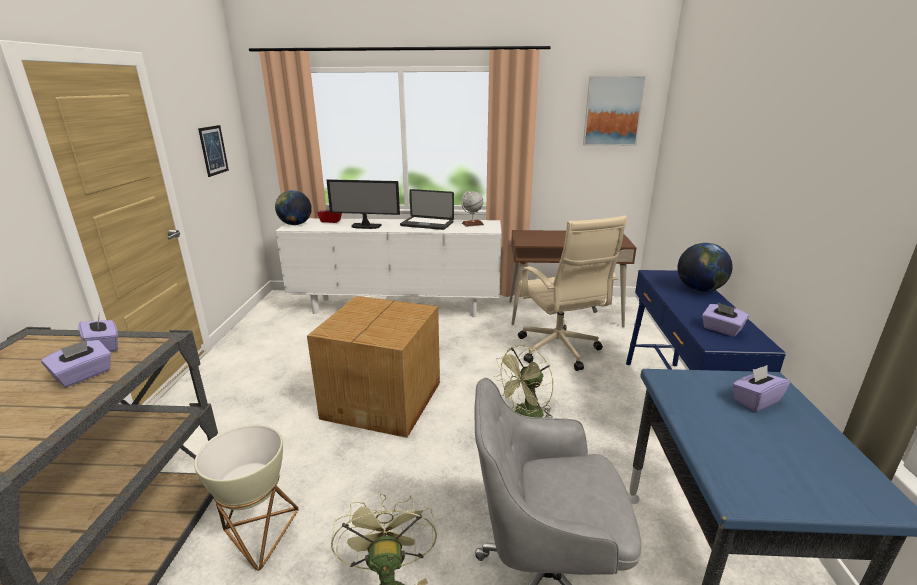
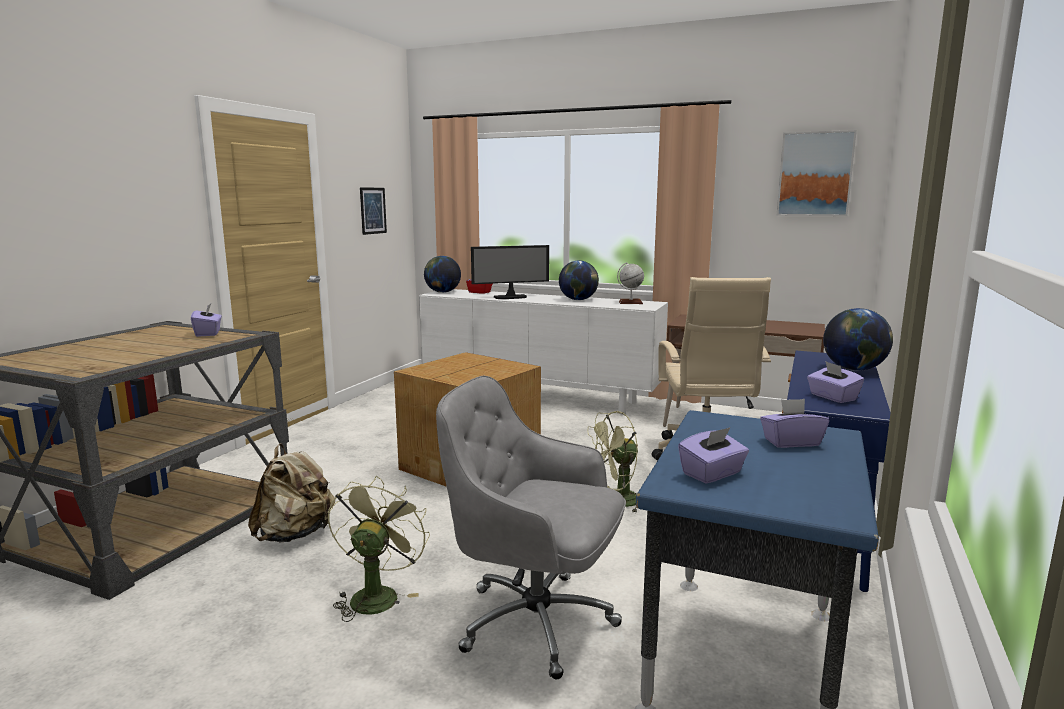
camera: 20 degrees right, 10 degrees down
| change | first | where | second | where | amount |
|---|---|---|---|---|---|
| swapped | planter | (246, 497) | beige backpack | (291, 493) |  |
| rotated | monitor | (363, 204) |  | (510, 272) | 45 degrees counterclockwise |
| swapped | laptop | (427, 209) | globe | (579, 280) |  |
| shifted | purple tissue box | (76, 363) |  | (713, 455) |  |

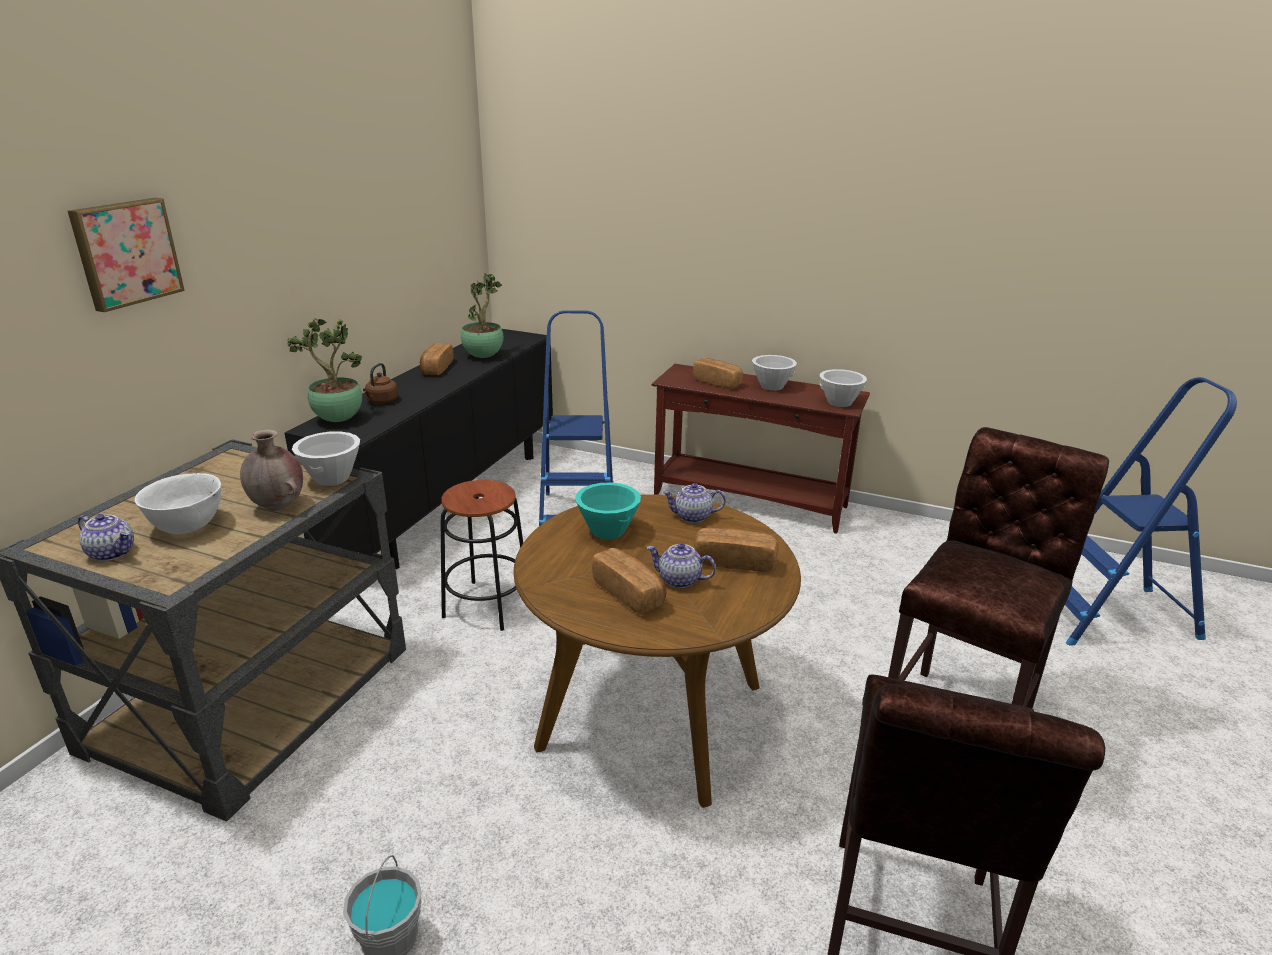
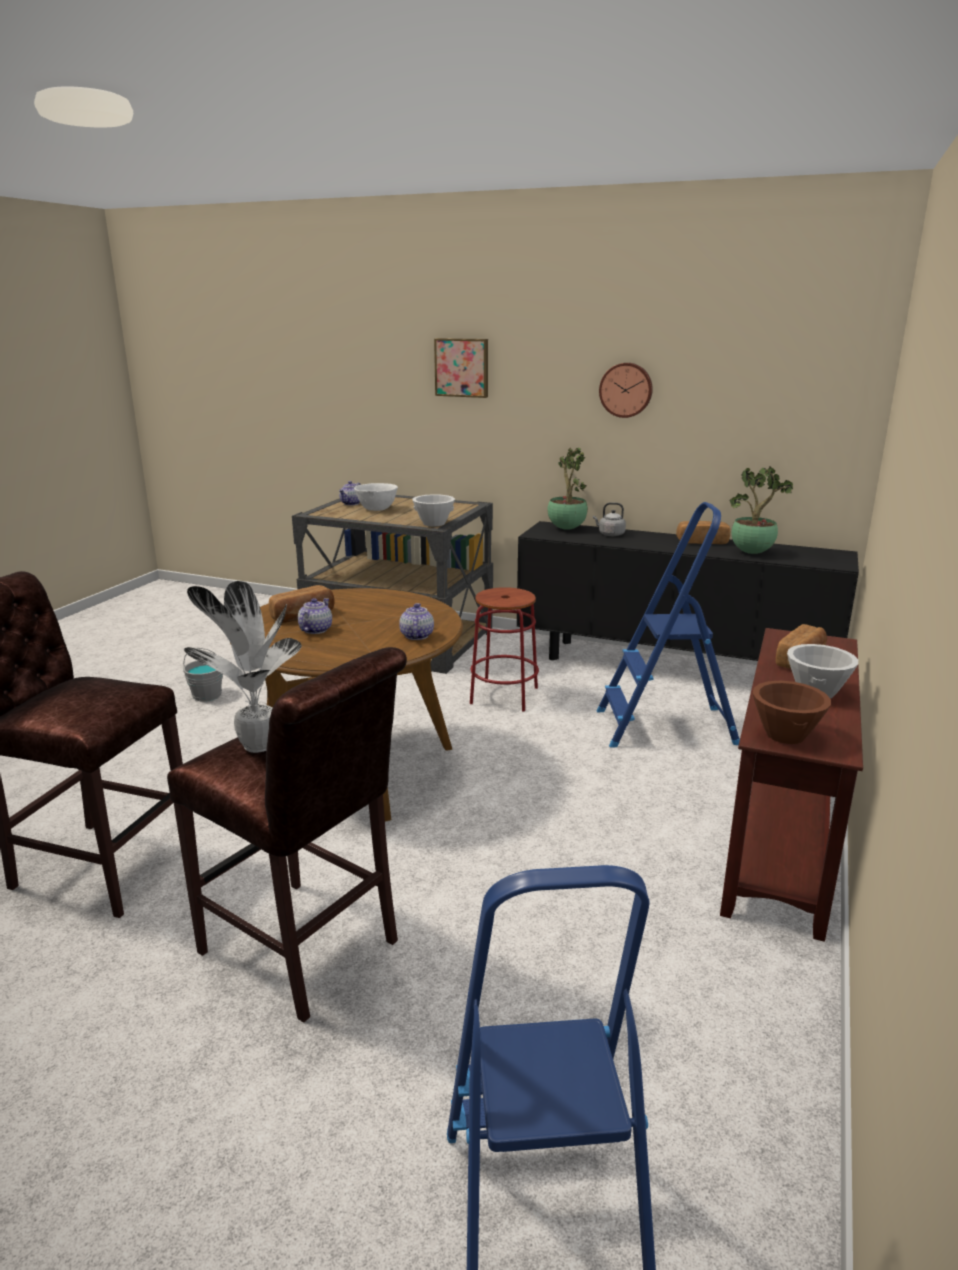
camera: 90 degrees right, 5 degrees down
| change | first | where | second | where | amount |
|---|---|---|---|---|---|
| new |  |  | potted plant | (243, 667) |  |
| repainted | black stool | (482, 555) | red stool | (504, 649) |  |
| repainted | brown kettle | (380, 383) | grey kettle | (609, 519) |  |
| new |  |  | wall clock | (626, 390) |  |
| repainted | white bowl | (843, 388) | brown bowl | (792, 712) |  |
| gone | brown vase | (271, 470) |  |  |  |
| gone | turquoise bowl | (608, 510) |  |  |  |
| gone | bread | (736, 549) |  |  |  |

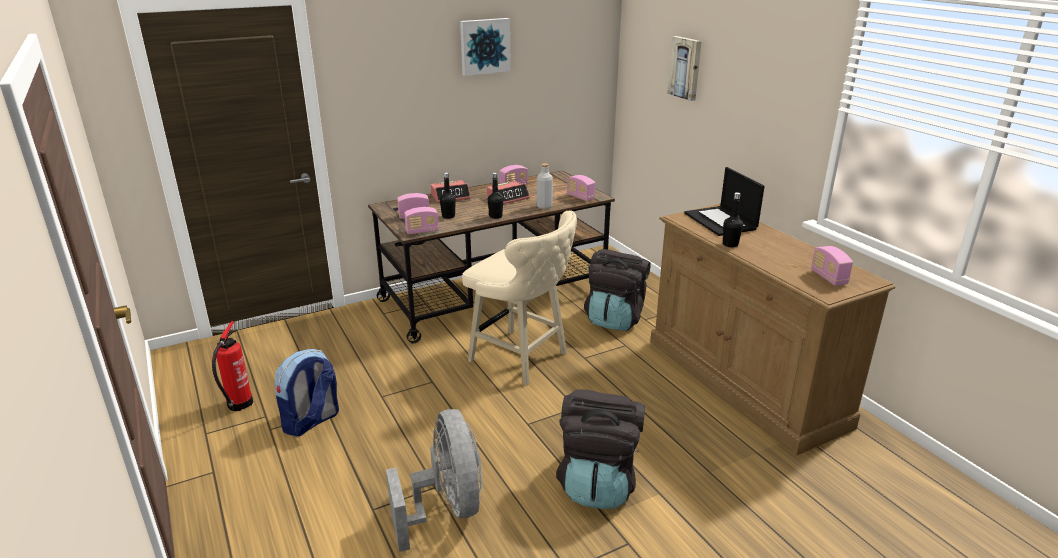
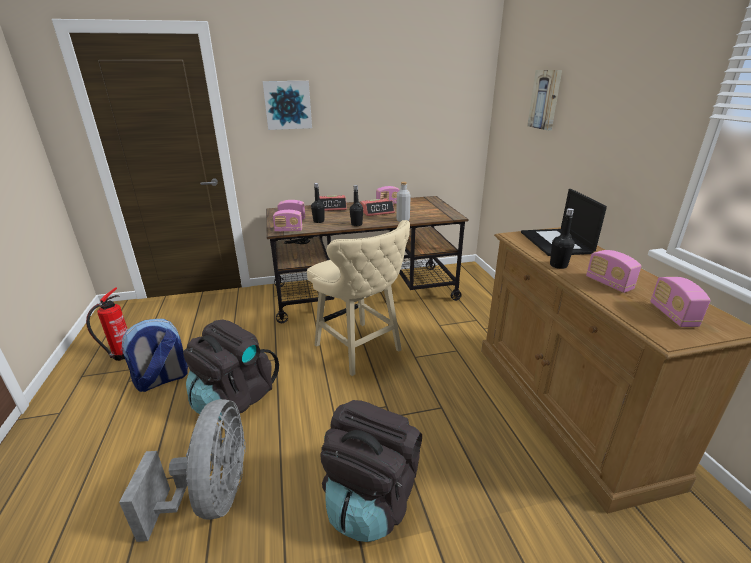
camera: 15 degrees right, 0 degrees up
| change | first | where | second | where | amount |
|---|---|---|---|---|---|
| shifted | black backpack | (617, 290) |  | (231, 370) |  |
| shifted | picture | (485, 47) |  | (287, 105) |  |
| shifted | radio | (581, 188) |  | (614, 271) |  |

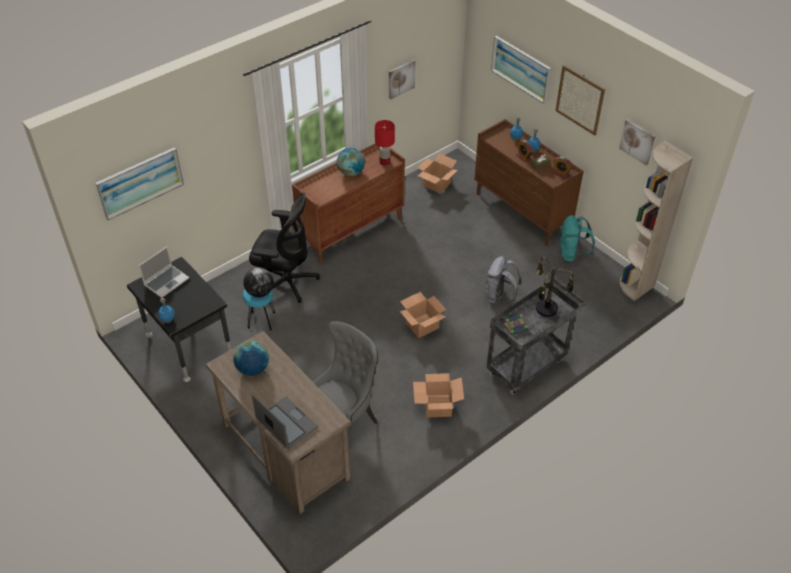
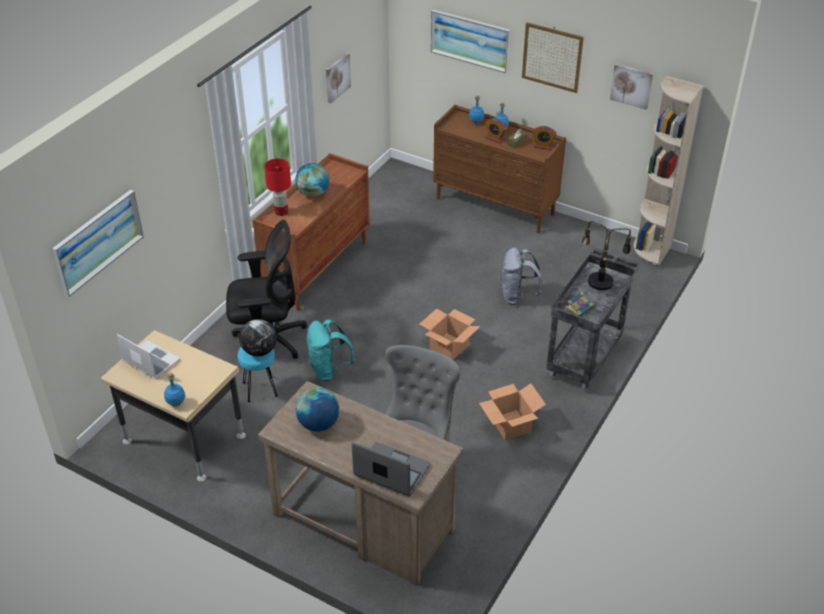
camera: 20 degrees left, 5 degrees down
| change | first | where | second | where | amount |
|---|---|---|---|---|---|
| repainted | black desk | (179, 319) | beige desk | (173, 406) |  |
| rotated | laptop | (164, 272) |  | (148, 357) | 75 degrees counterclockwise |
| shifted | red table lamp | (385, 143) |  | (277, 187) |  |
| shifted | turquoise backpack | (577, 238) |  | (330, 350) |  |
| gone | cardboard box | (437, 173) |  |  |  |

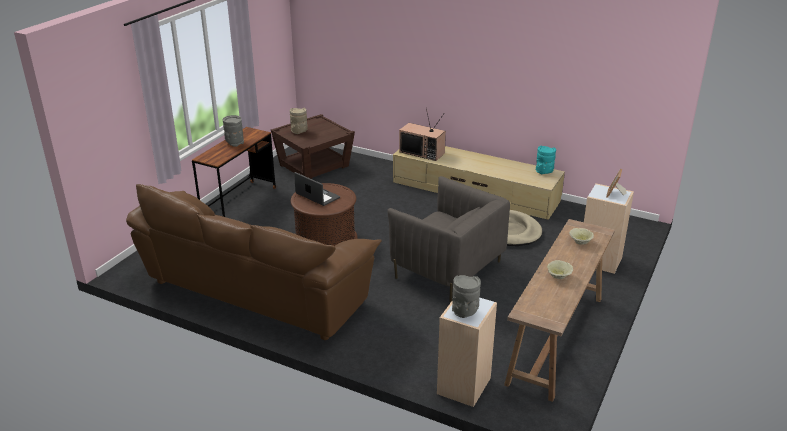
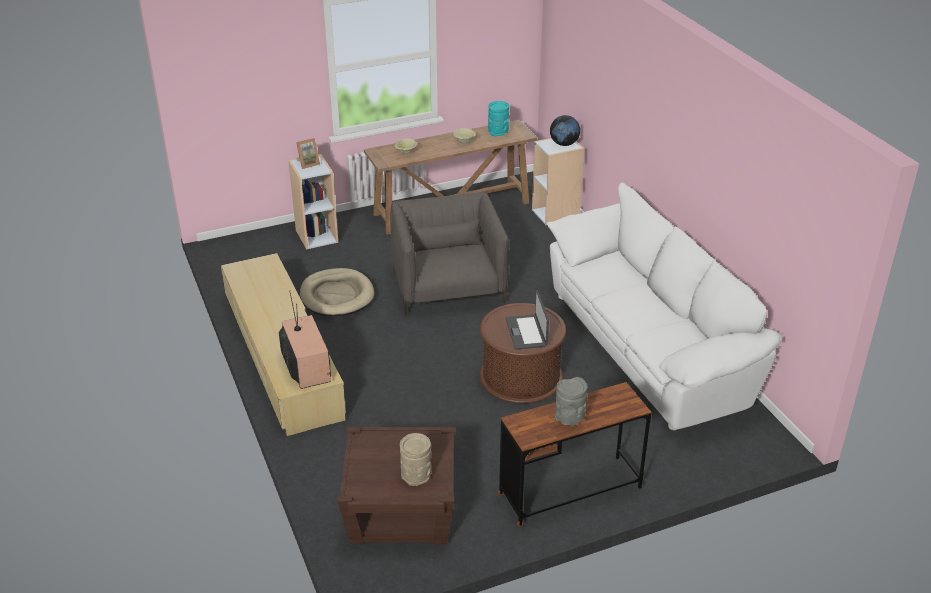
camera: 140 degrees left, 5 degrees up
| change | first | where | second | where | amount |
|---|---|---|---|---|---|
| shifted | turquoise vase | (546, 160) |  | (498, 119) |  |
| repainted | brown sofa | (254, 262) | white sofa | (664, 306) |  |
| swapped | grey vase | (466, 296) | globe | (565, 130) |  |

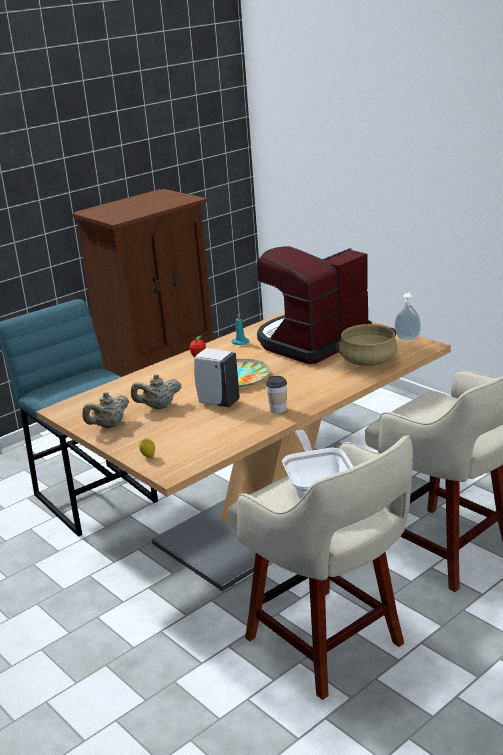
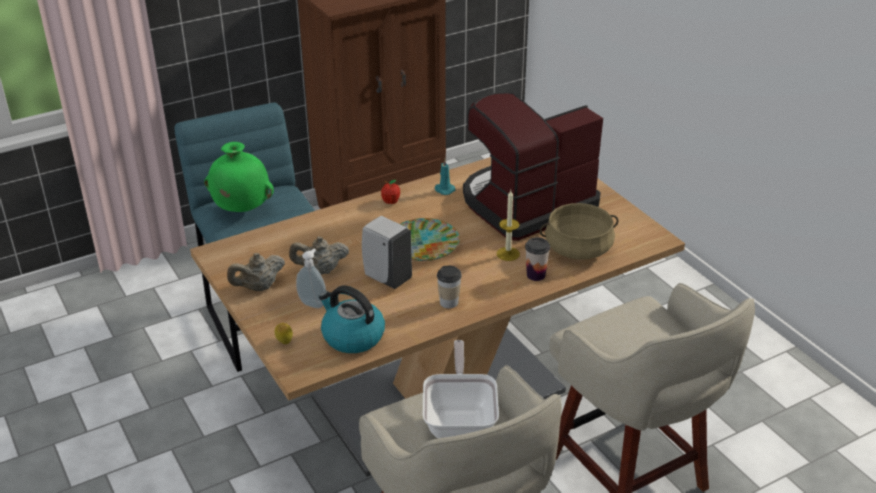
camera: 10 degrees right, 10 degrees up
| change | first | where | second | where | amount |
|---|---|---|---|---|---|
| new |  |  | green vase | (239, 177) |  |
| shifted | soap dispenser | (408, 316) |  | (311, 278) |  |
| new |  |  | kettle | (352, 319) |  |
| new |  |  | candle | (508, 225) |  |
| new |  |  | cup | (537, 259) |  |

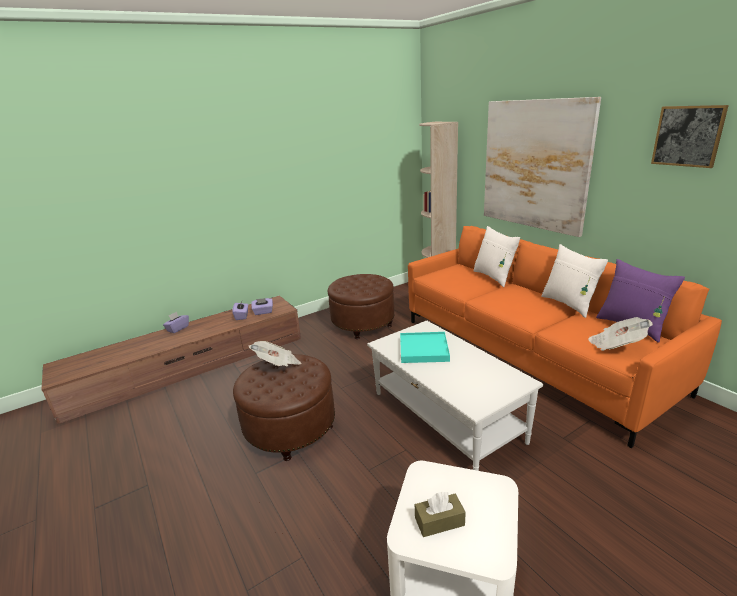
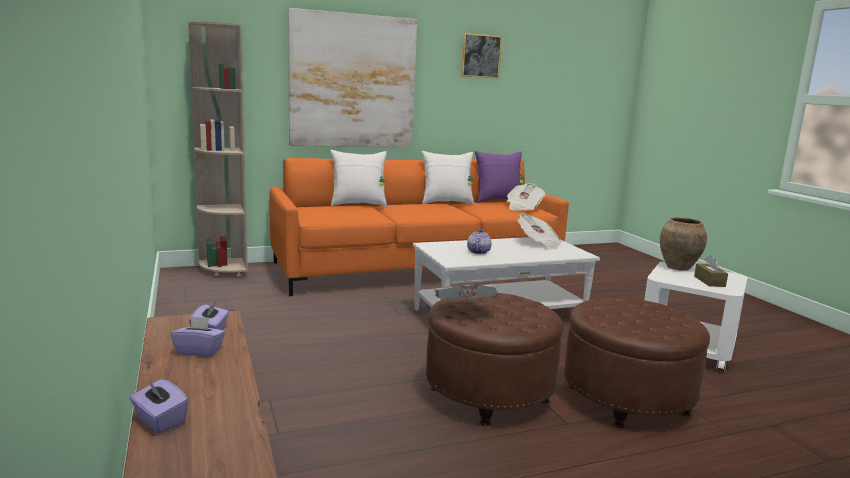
camera: 80 degrees left, 10 degrees down
| change | first | where | second | where | amount |
|---|---|---|---|---|---|
| swapped | turquoise tray | (425, 347) | teapot | (479, 241) |  |
| new |  |  | newspaper | (540, 231) |  |
| shifted | brown ottoman | (361, 306) |  | (637, 363) |  |
| new |  |  | brown vase | (683, 244) |  |

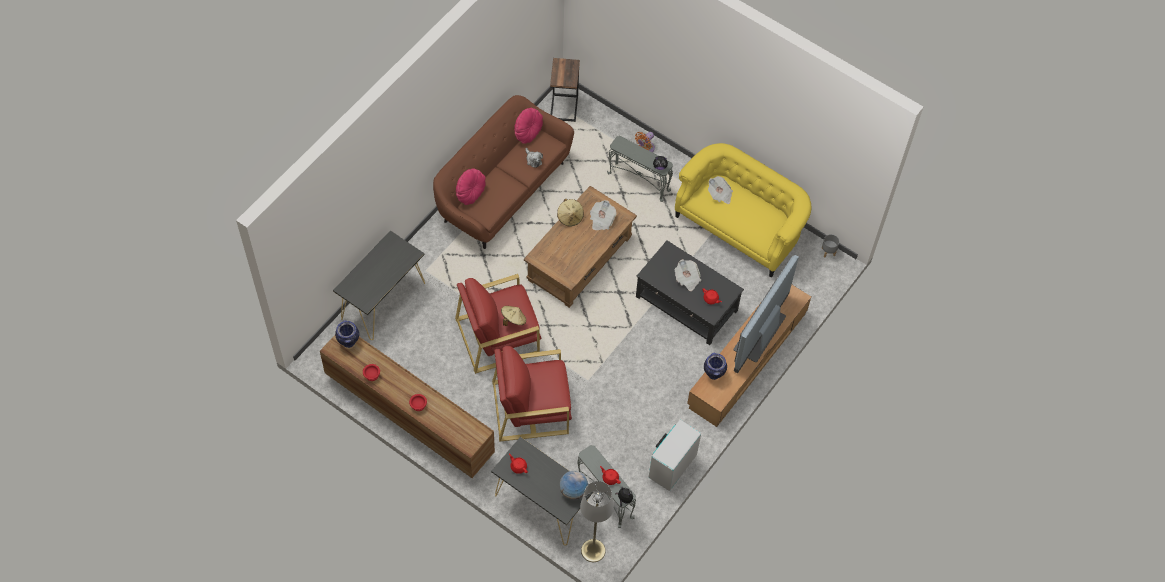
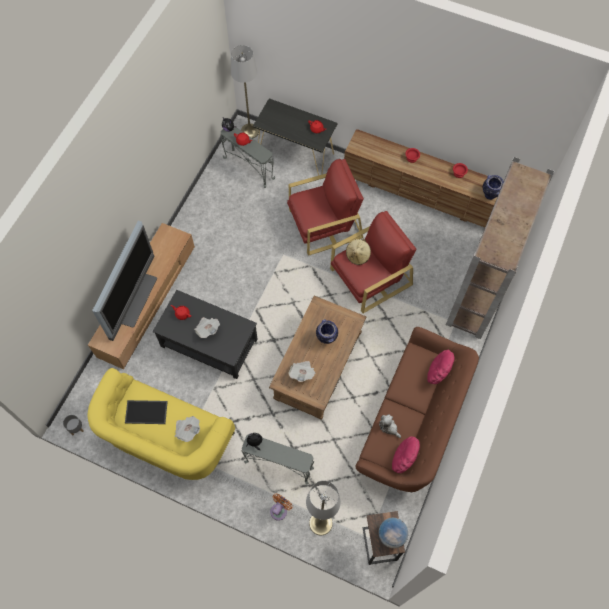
camera: 170 degrees right, 5 degrees up
| change | first | where | second | where | amount |
|---|---|---|---|---|---|
| new |  |  | tray | (146, 412) |  |
| new |  |  | grey floor lamp | (323, 508) |  |
| shifted | vase | (715, 366) |  | (327, 331) |  |
| shifted | globe | (573, 485) |  | (393, 533) |  |
| swapped | black console table | (379, 285) | brown bookcase | (500, 248) |  |
| gone | beige hat | (570, 212) |  |  |  |
| gone | white nightstand | (675, 455) |  |  |  |

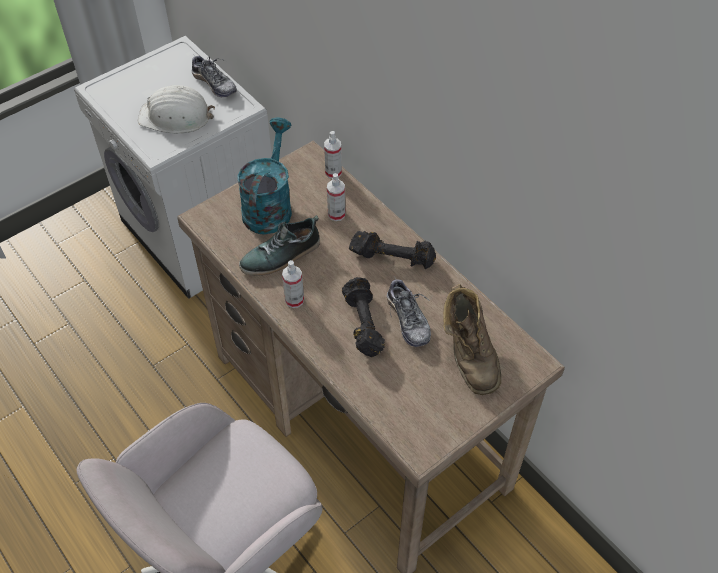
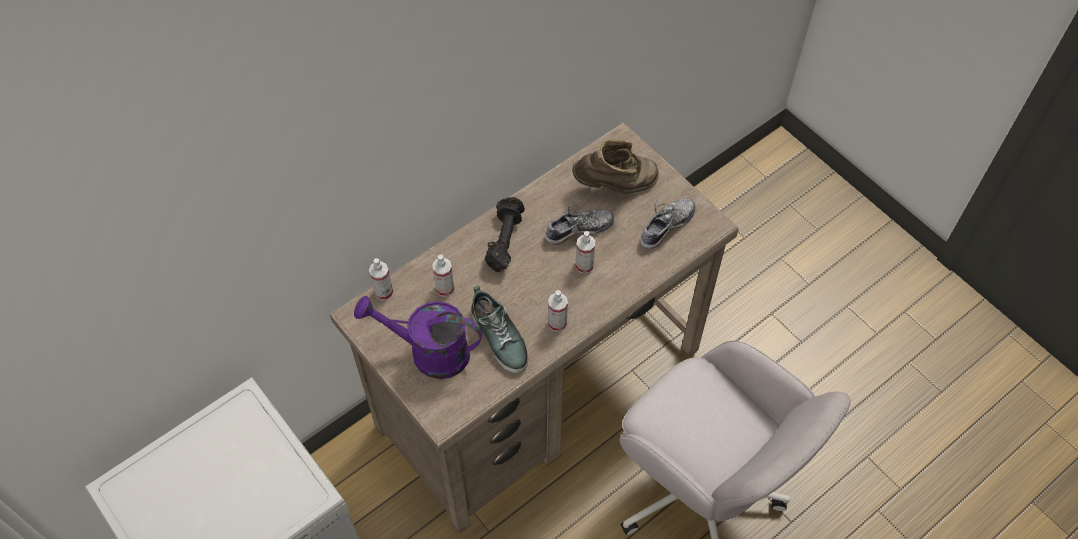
camera: 90 degrees left, 5 degrees up
| change | first | where | second | where | amount |
|---|---|---|---|---|---|
| repainted | turquoise watering can | (264, 175) | purple watering can | (418, 337) |  |
| swapped | black dumbbell | (363, 317) | spray bottle | (585, 252) |  |
| shifted | shoe | (214, 76) |  | (667, 223) |  |
| gone | white hard hat | (176, 109) |  |  |  |

